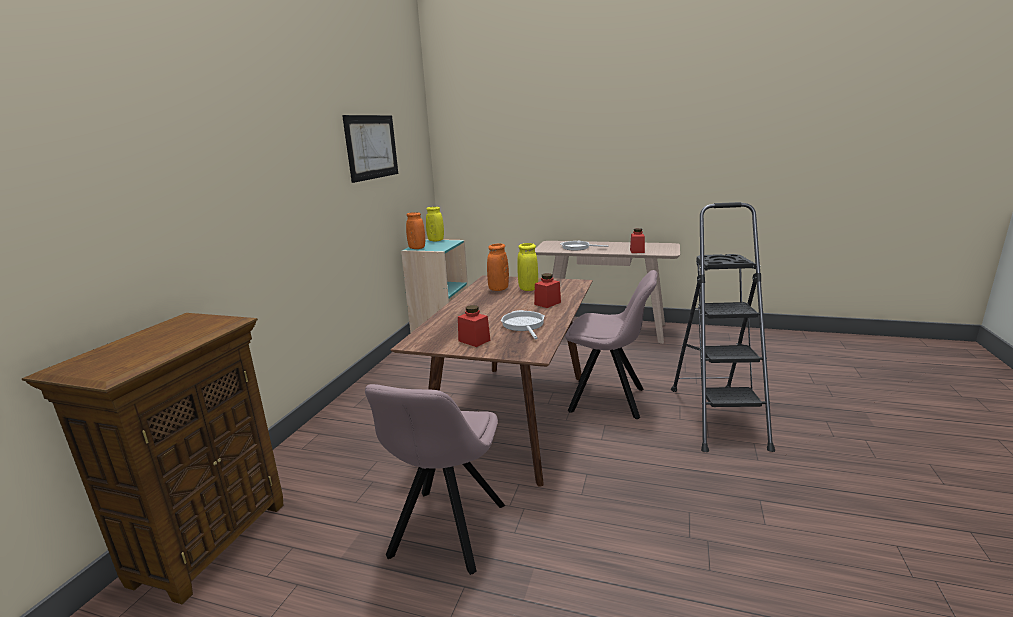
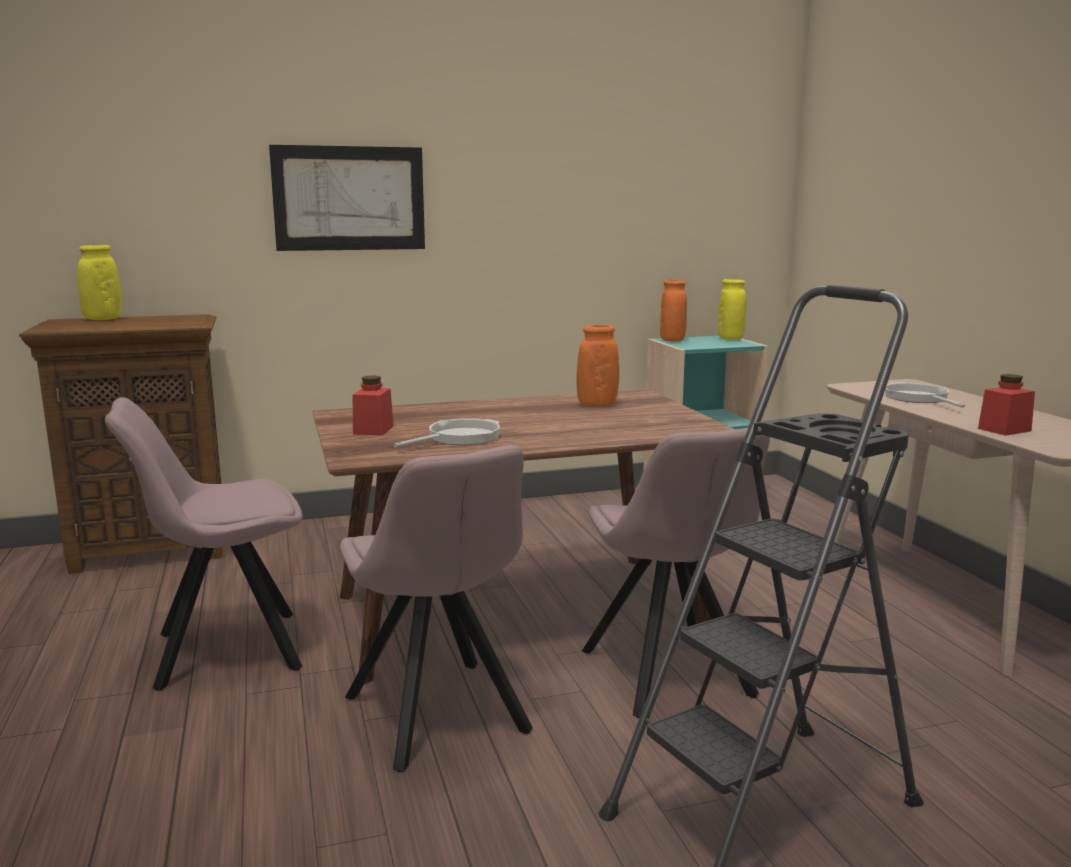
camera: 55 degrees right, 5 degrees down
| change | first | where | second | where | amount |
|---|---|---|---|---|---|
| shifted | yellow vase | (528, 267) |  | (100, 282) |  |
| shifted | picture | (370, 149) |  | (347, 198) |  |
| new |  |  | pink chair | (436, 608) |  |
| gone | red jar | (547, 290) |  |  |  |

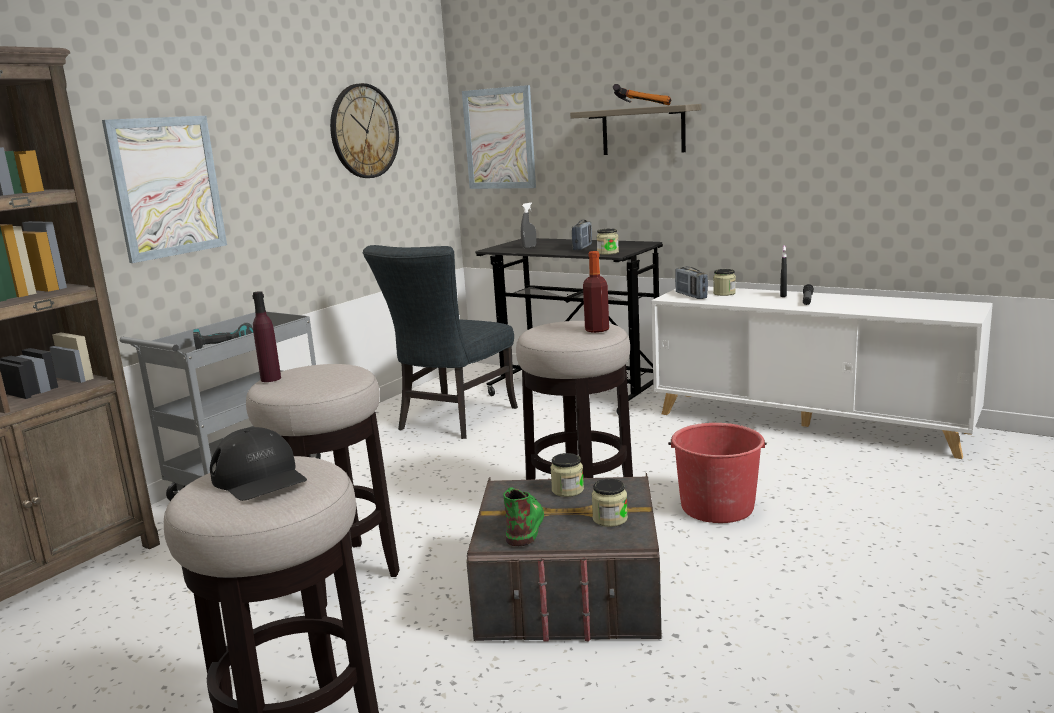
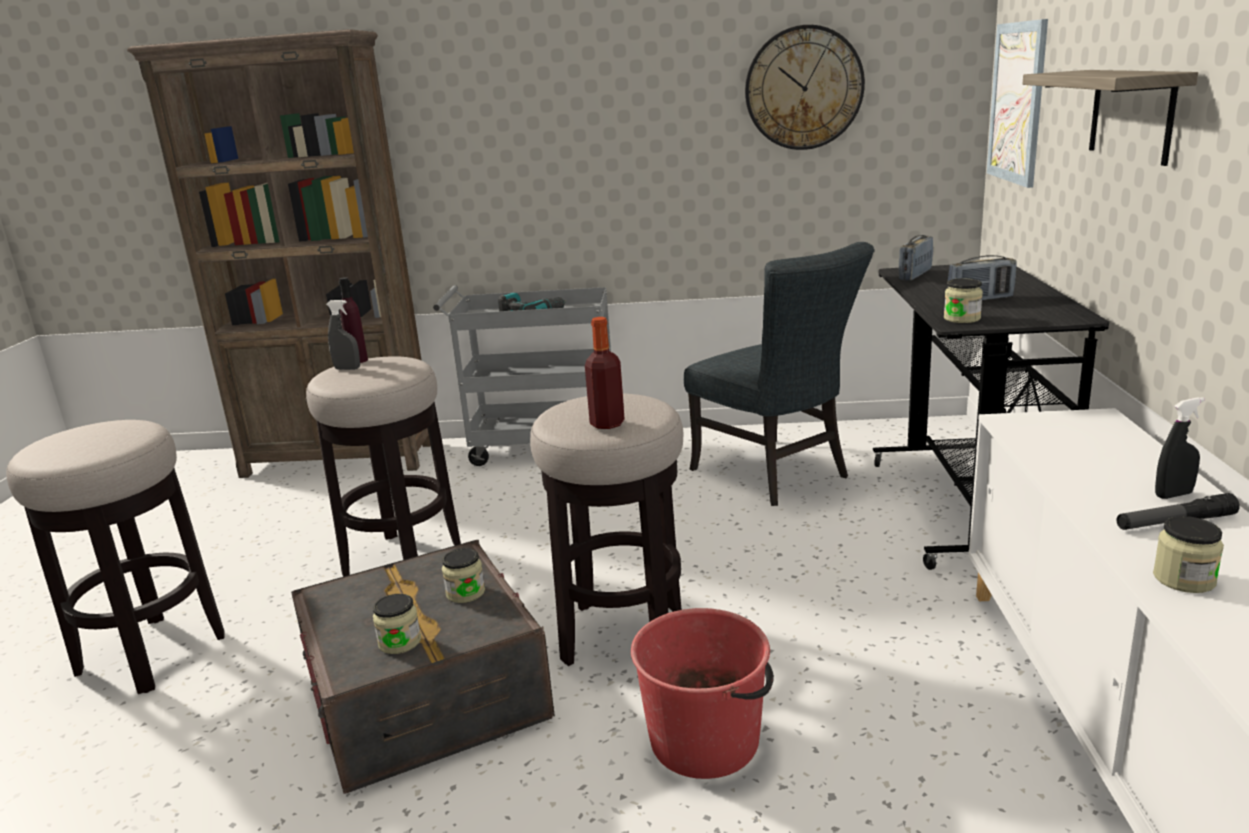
camera: 60 degrees right, 5 degrees up
| change | first | where | second | where | amount |
|---|---|---|---|---|---|
| shifted | grey spray bottle | (528, 225) |  | (343, 335) |  |
| rotated | grey chair | (440, 342) |  | (779, 374) | 120 degrees counterclockwise |
| shifted | radio | (691, 283) |  | (916, 258) |  |
| shifted | jar | (724, 282) |  | (1188, 554) |  |
| gone | picture | (164, 189) |  |  |  |
| gone | black cap | (258, 464) |  |  |  |
| gone | green boot | (523, 516) |  |  |  |
| gone | hammer | (642, 95) |  |  |  |

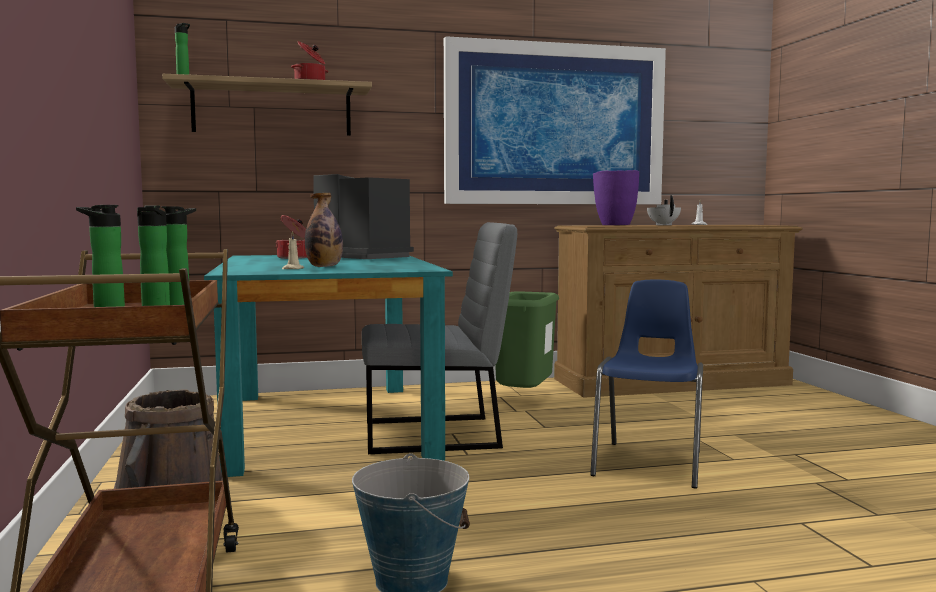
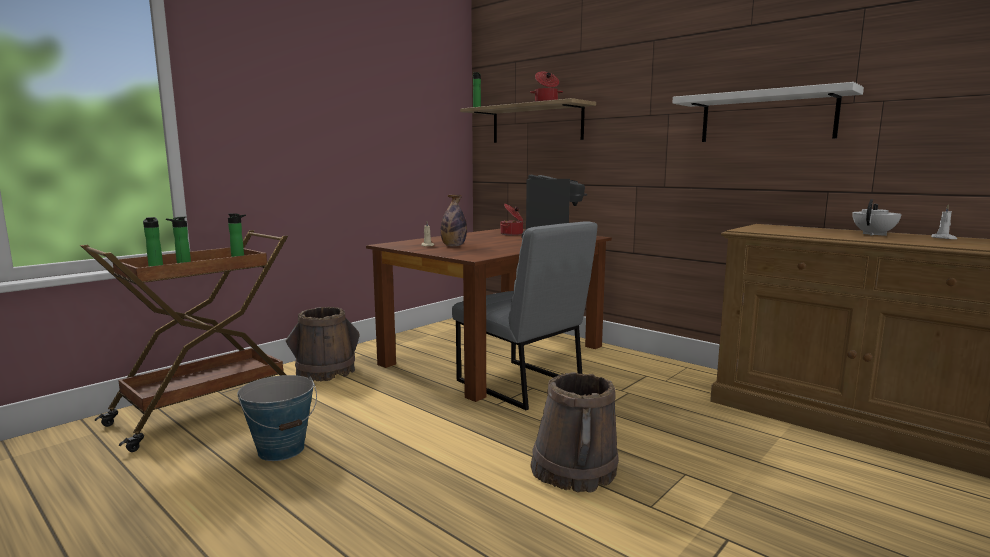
camera: 55 degrees right, 5 degrees up
| change | first | where | second | where | amount |
|---|---|---|---|---|---|
| repainted | turquoise dining table | (328, 366) | brown dining table | (489, 315) |  |
| swapped | blue chair | (646, 384) | brown bucket | (574, 432) |  |
| swapped | picture | (555, 120) | white shelf | (768, 112) |  |
| gone | green trash can | (527, 339) |  |  |  |
| gone | purple vase | (616, 197) |  |  |  |

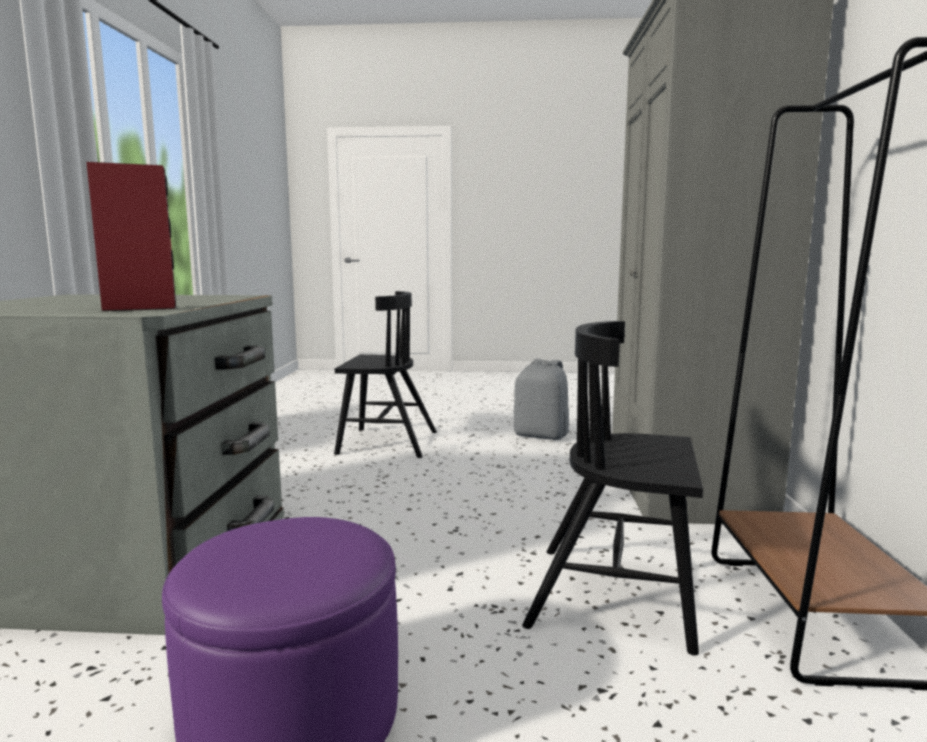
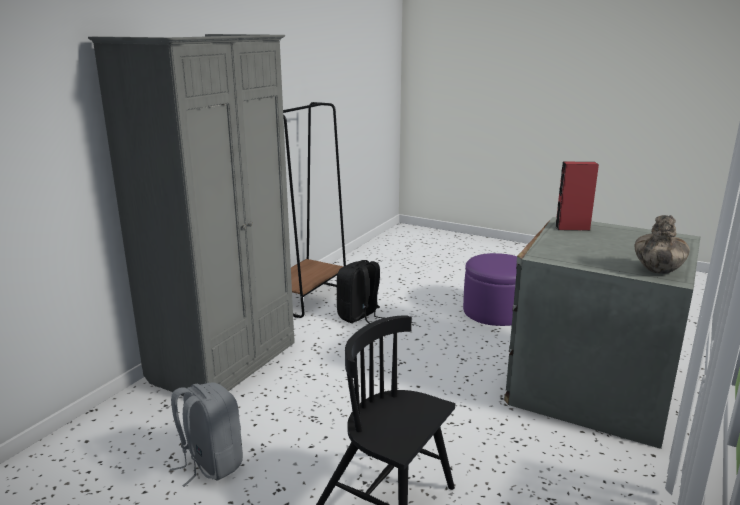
camera: 155 degrees left, 10 degrees up
| change | first | where | second | where | amount |
|---|---|---|---|---|---|
| swapped | black chair | (612, 488) | black backpack | (360, 292) |  |
| new |  |  | vase | (662, 244) |  |

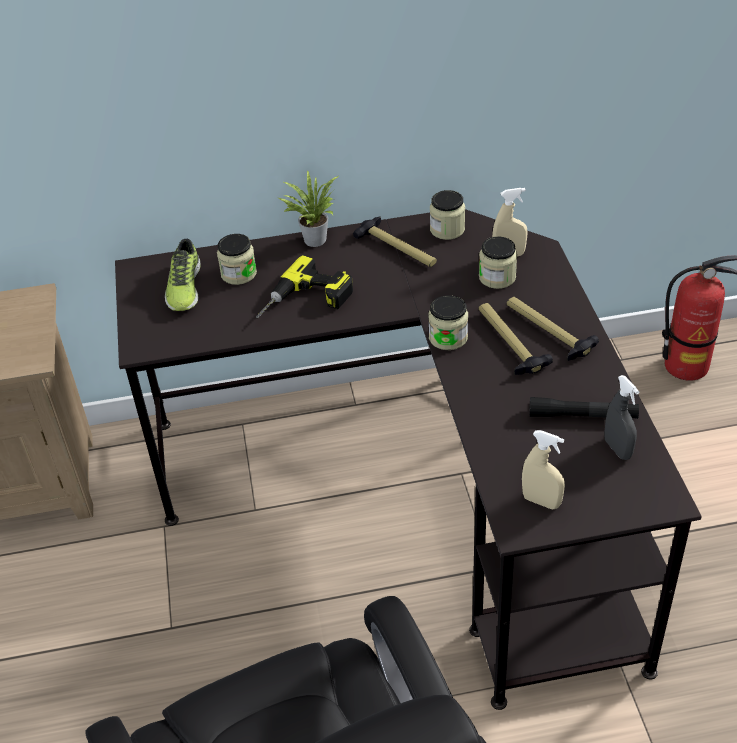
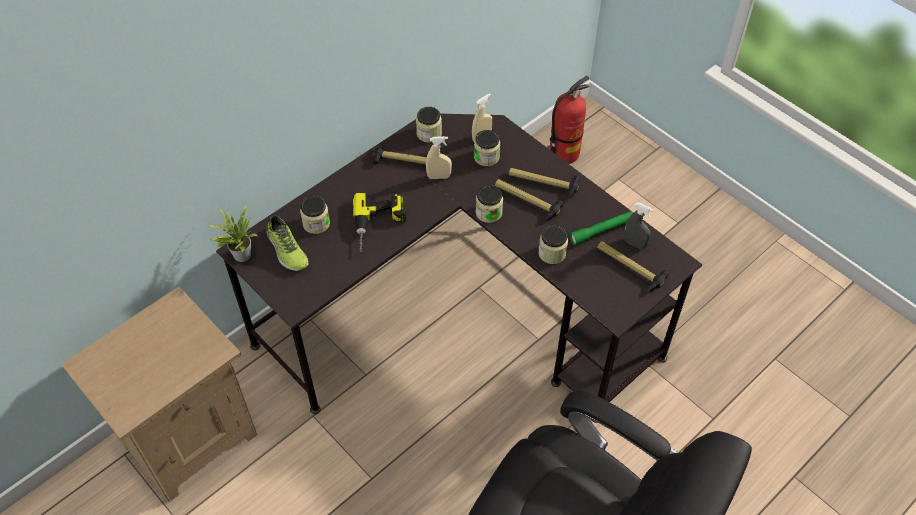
camera: 35 degrees left, 10 degrees up
| change | first | where | second | where | amount |
|---|---|---|---|---|---|
| shifted | potted plant | (309, 208) |  | (233, 233) |  |
| shifted | beige spray bottle | (543, 469) |  | (439, 157) |  |
| new |  |  | jar | (553, 245) |  |
| repainted | black flashlight | (584, 408) | green flashlight | (601, 228) |  |
| new |  |  | hammer | (633, 266) |  |

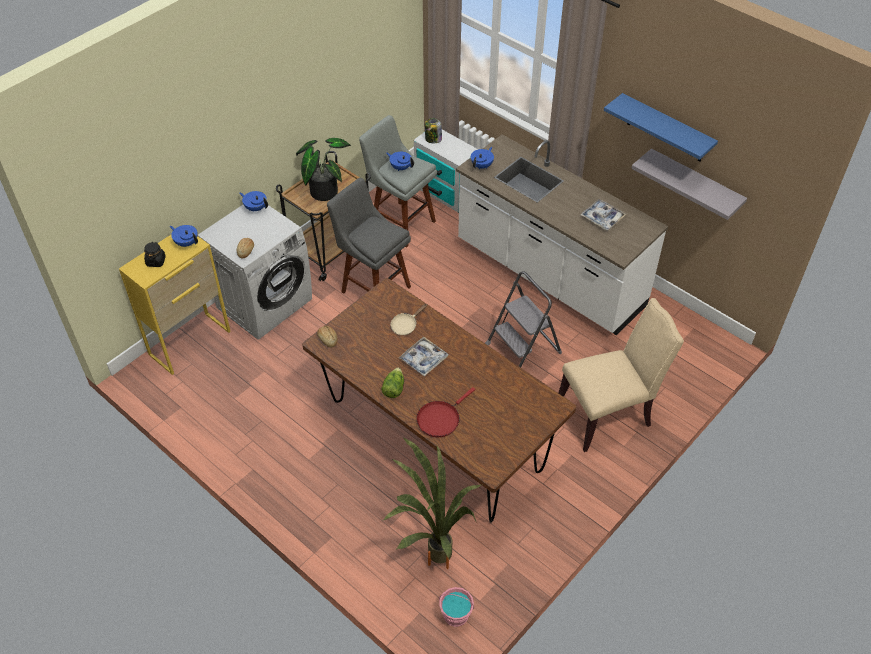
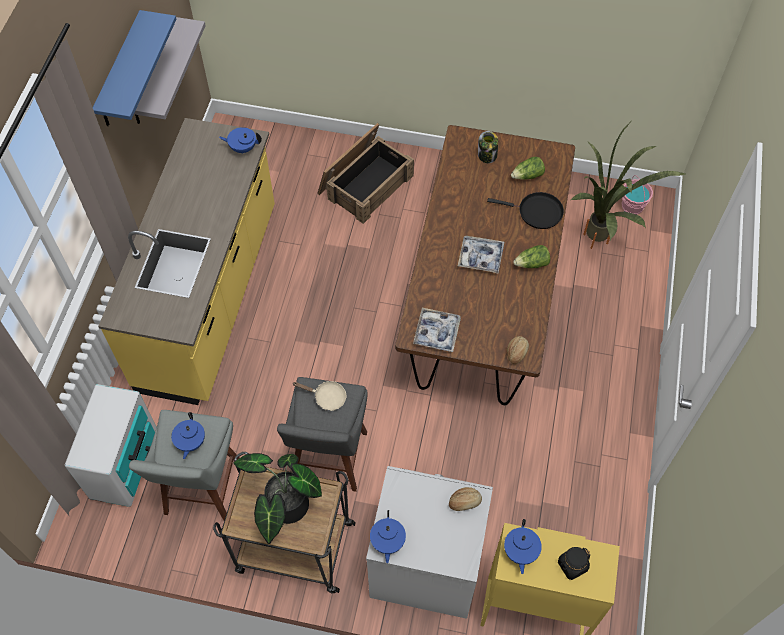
camera: 120 degrees left, 10 degrees up
| change | first | where | second | where | amount |
|---|---|---|---|---|---|
| repainted | white counter | (562, 234) | yellow counter | (186, 261) |  |
| shifted | blue teapot | (482, 158) |  | (240, 140) |  |
| shifted | beige frying pan | (408, 319) |  | (319, 396) |  |
| swapped | beige chair | (621, 375) | crate | (366, 173) |  |
| shifted | tray | (603, 214) |  | (437, 330) |  |
| shifted | jar | (433, 130) |  | (488, 147) |  |
| repainted | red frying pan | (445, 412) | black frying pan | (525, 210) |  |
| new |  |  | lettuce | (528, 168) |  |
| gone | grey step ladder | (523, 319) |  |  |  |

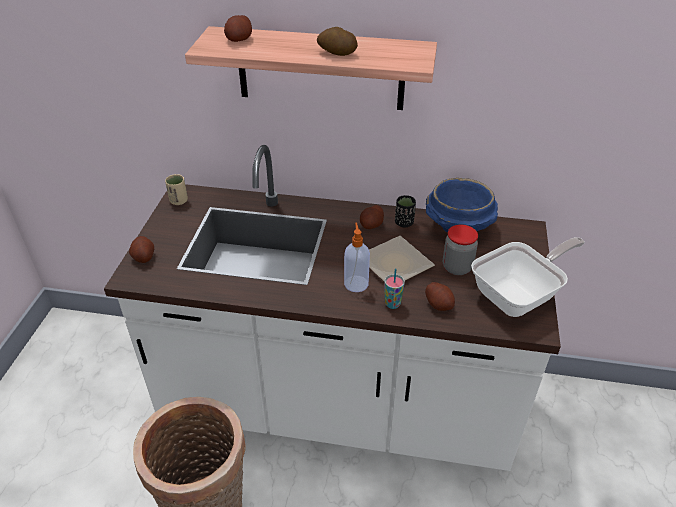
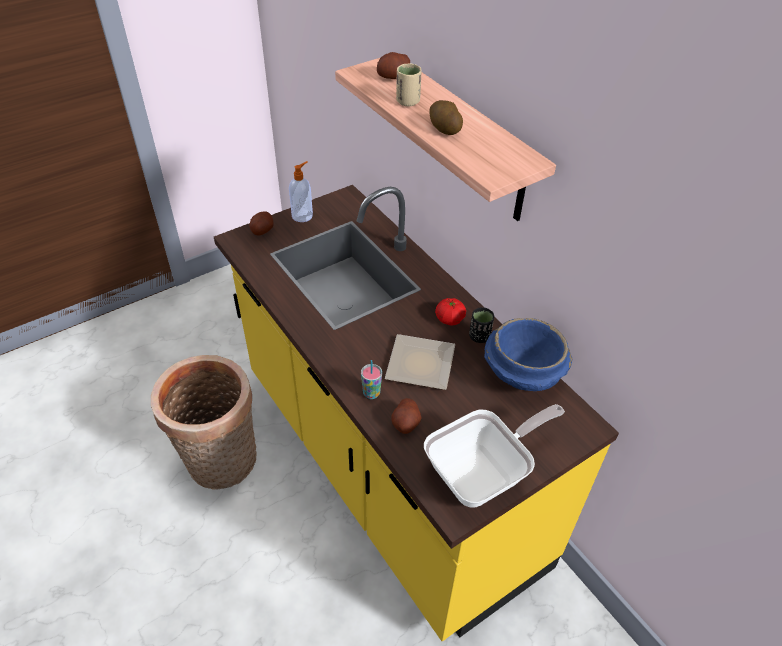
camera: 45 degrees right, 5 degrees up
| change | first | where | second | where | amount |
|---|---|---|---|---|---|
| repainted | white counter | (332, 308) | yellow counter | (416, 413) |  |
| shifted | soap dispenser | (357, 257) |  | (301, 191) |  |
| shifted | beige cup | (176, 189) |  | (408, 84) |  |
| rotated | frying pan | (528, 277) |  | (494, 456) | 45 degrees counterclockwise |
| swapped | potato | (372, 217) | tomato | (450, 312) |  |
| gone | jar | (460, 250) |  |  |  |

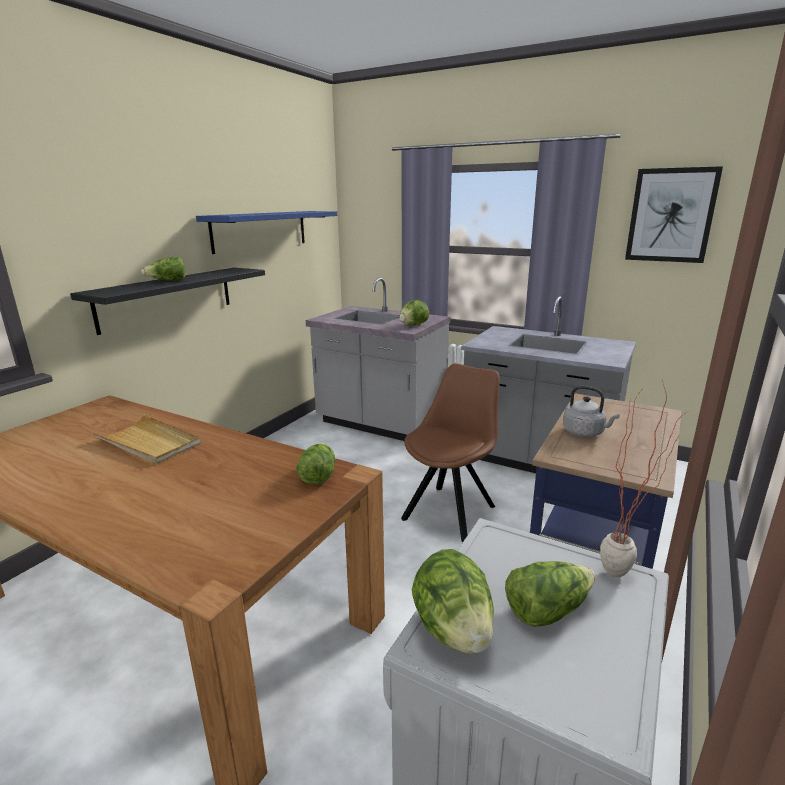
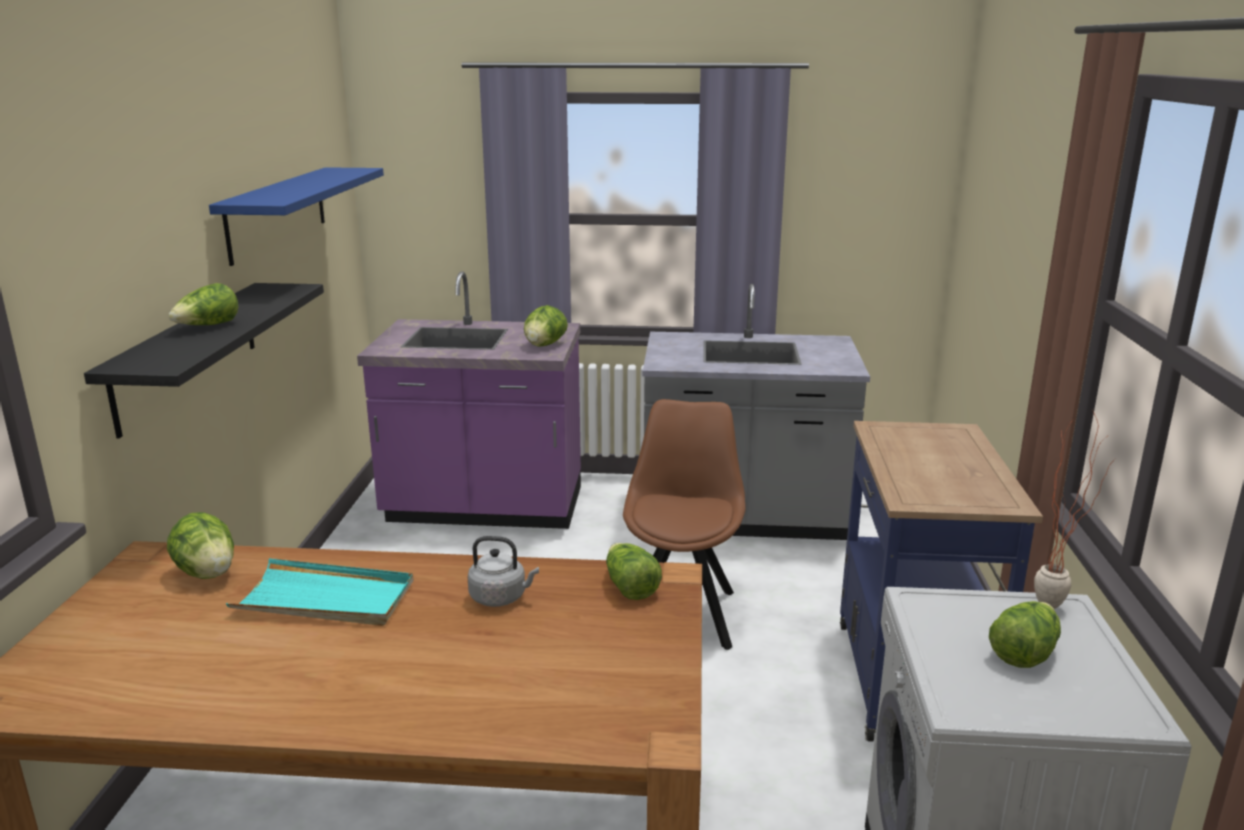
camera: 25 degrees left, 0 degrees up
| change | first | where | second | where | amount |
|---|---|---|---|---|---|
| shifted | lettuce | (453, 601) |  | (200, 545) |  |
| repainted | beige tray | (146, 439) | turquoise tray | (320, 592) |  |
| repainted | grey counter | (378, 359) | purple counter | (469, 400) |  |
| shifted | grey kettle | (591, 411) |  | (503, 571) |  |
| gone | picture | (674, 214) |  |  |  |

